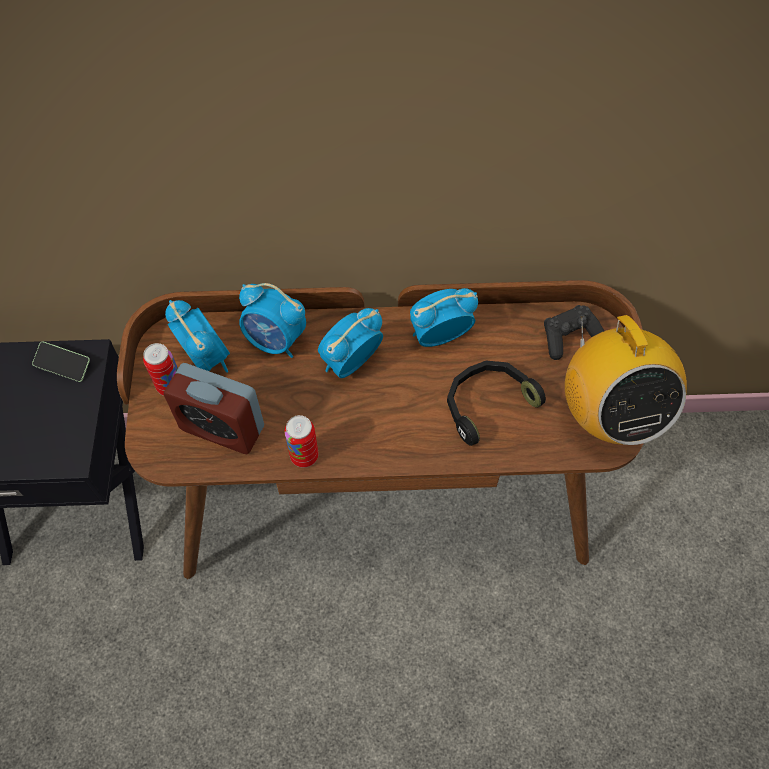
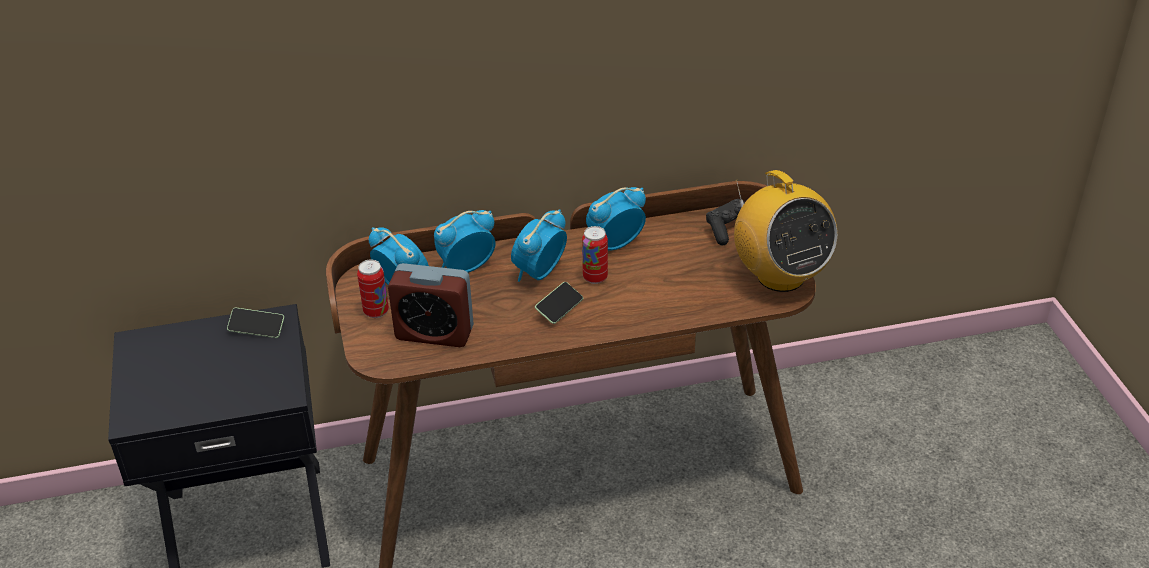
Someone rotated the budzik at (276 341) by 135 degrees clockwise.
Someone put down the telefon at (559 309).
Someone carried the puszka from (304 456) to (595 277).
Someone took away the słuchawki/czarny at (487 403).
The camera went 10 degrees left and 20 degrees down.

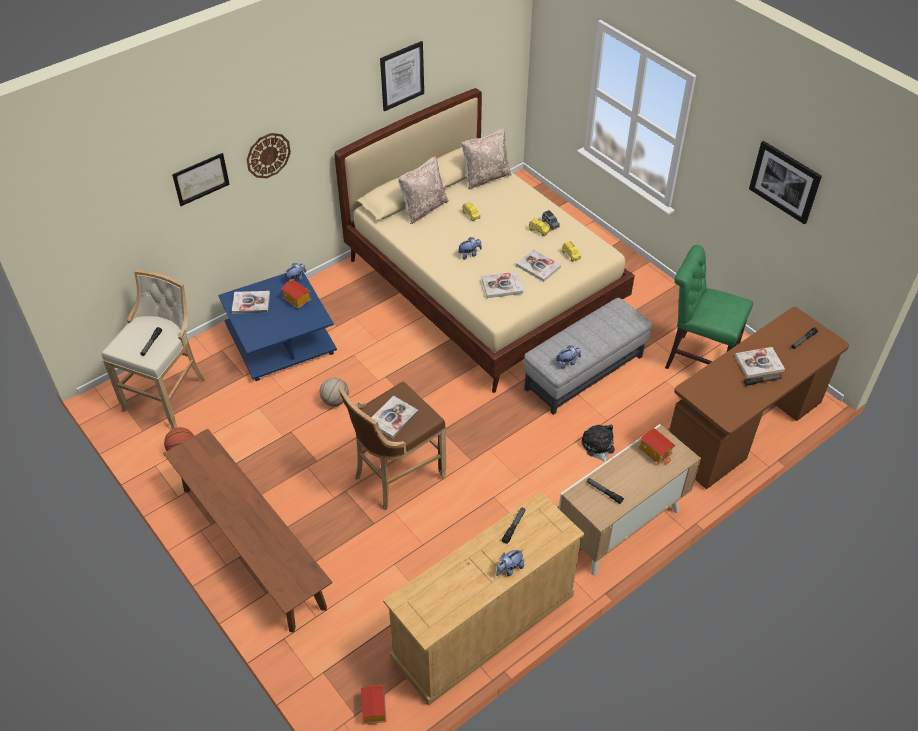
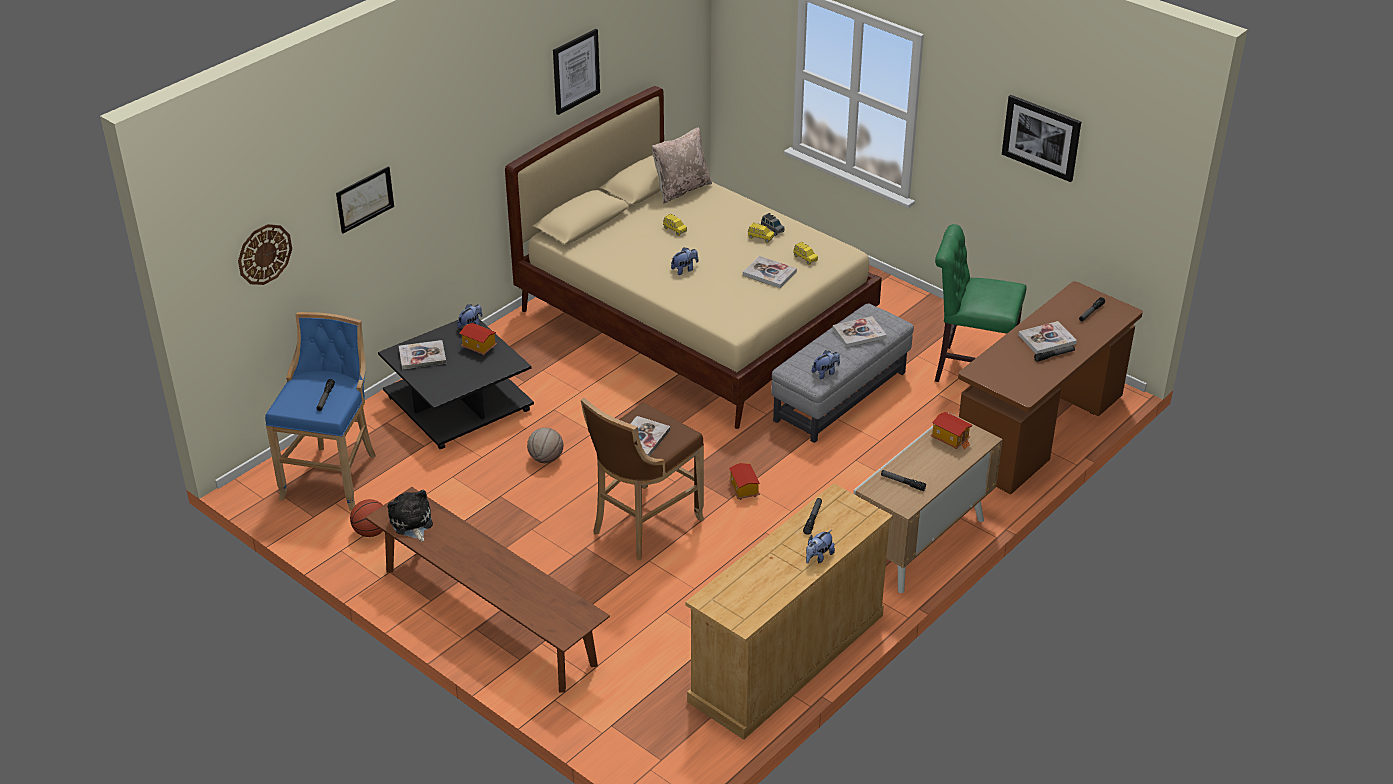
Someone carried the zegar ścienny from (268 155) to (264 254).
Someone repainted the stołek/beżowy at (168 394), which became the stołek/niebieski at (334 475).
Someone repainted the ława/niebieski at (281 339), which became the ława/czarny at (459 403).
Someone carried the pluszak from (598 447) to (411 523).
Someone carried the domek from (373 709) to (743 490).
Someone carried the książka from (502 286) to (859 333).
Someone took away the poduszka/beżowy at (423 208).
The camera went 10 degrees left and 10 degrees down.

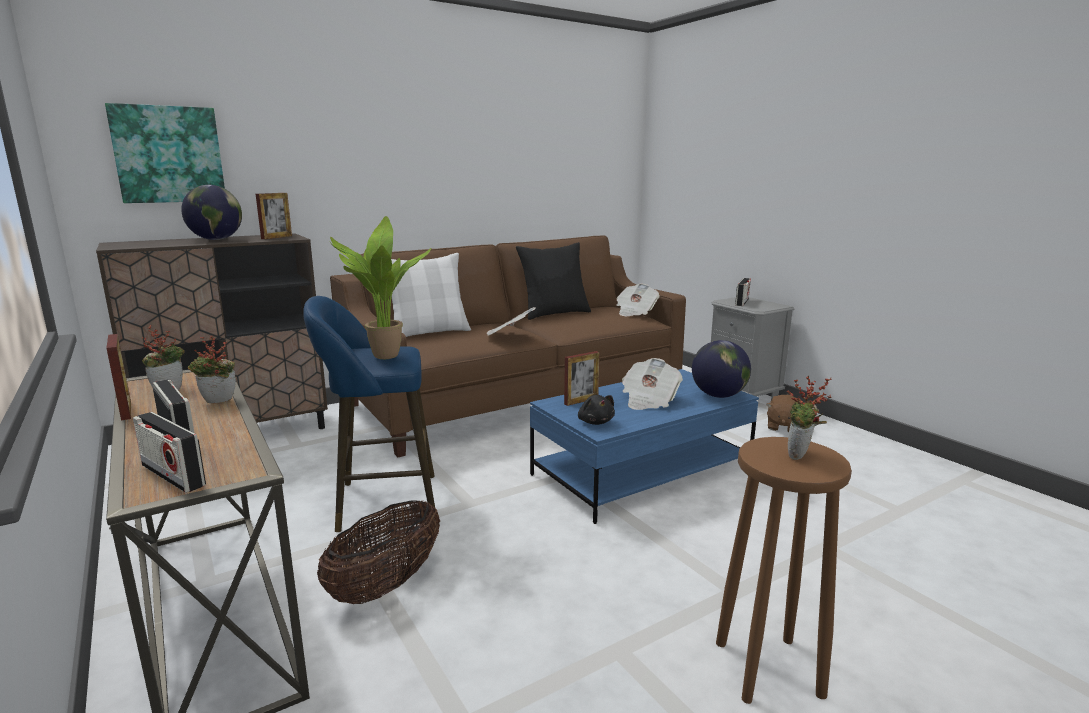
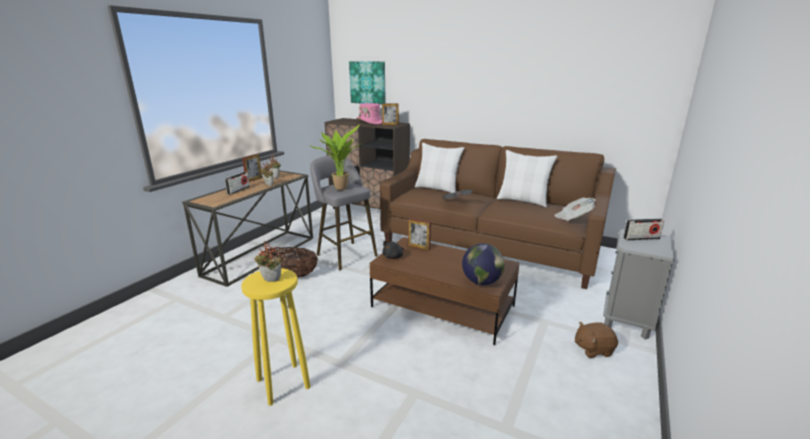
Someone repainted the stołek/brązowy at (766 668), which became the stołek/żółty at (283 383).
Someone repainted the stołek/niebieski at (380 503), which became the stołek/szary at (344 254).
Someone swapped the globus at (216 239) for the kapelusz/różowy at (370 122).
Someone repainted the ława/niebieski at (641 471), which became the ława/brązowy at (443 306).
Someone repainted the poduszka/czarny at (554 313), which became the poduszka/biały at (523 201).
Someone took away the radio at (173 475).
Someone took away the gazeta at (649 400).
The camera went 60 degrees right and 5 degrees up.

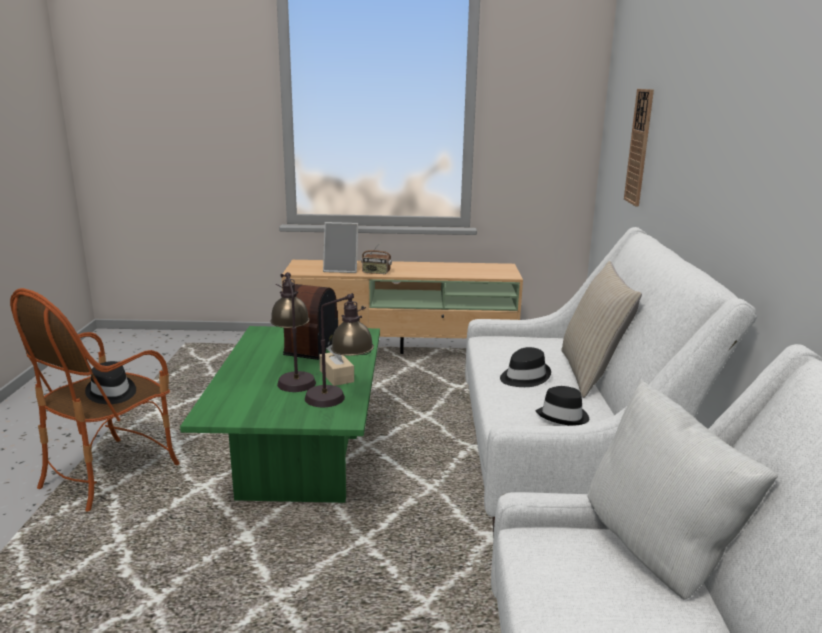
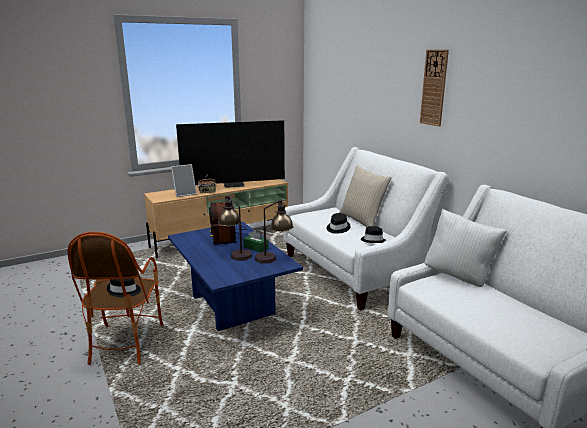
Someone repainted the ława/zielony at (301 466), which became the ława/niebieski at (232 305).
Someone put down the telewizor at (234 185).
Someone repainted the pudełko chusteczek/beżowy at (336 376), which became the pudełko chusteczek/zielony at (255 248).
Someone carried the zegar ścienny from (639 147) to (434 88).
The camera went 30 degrees left and 0 degrees up.

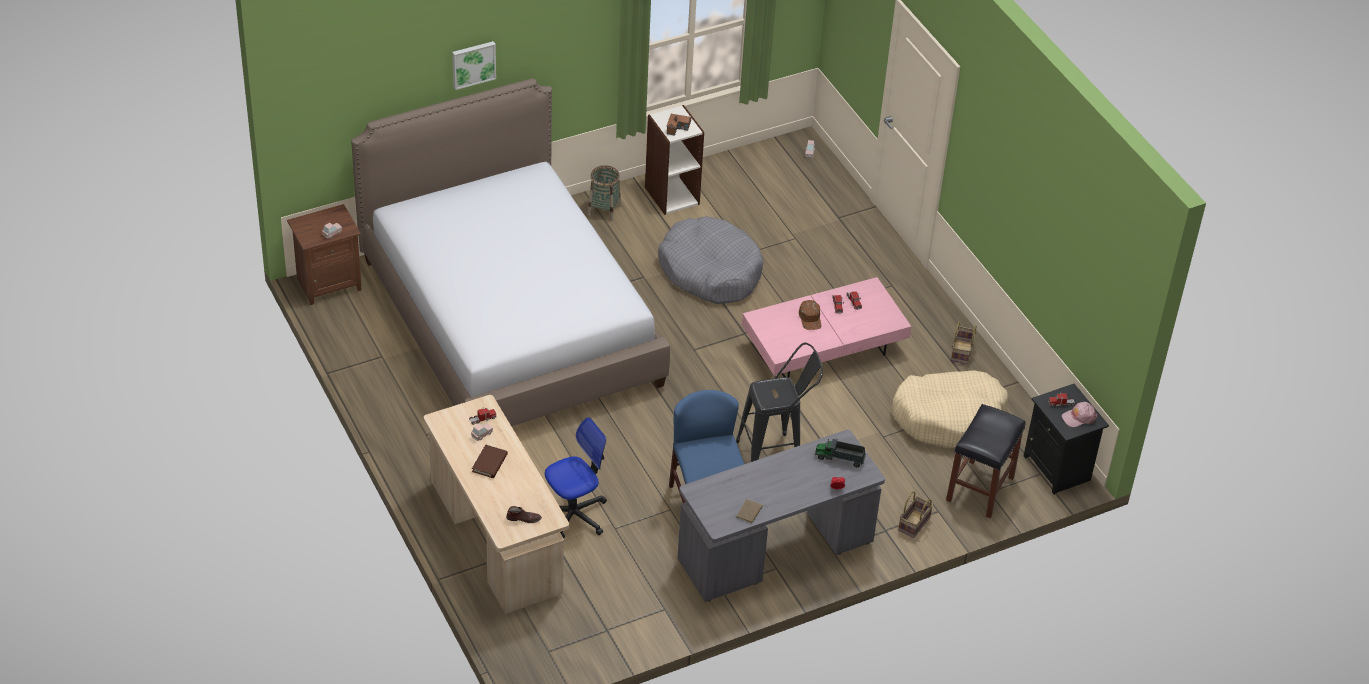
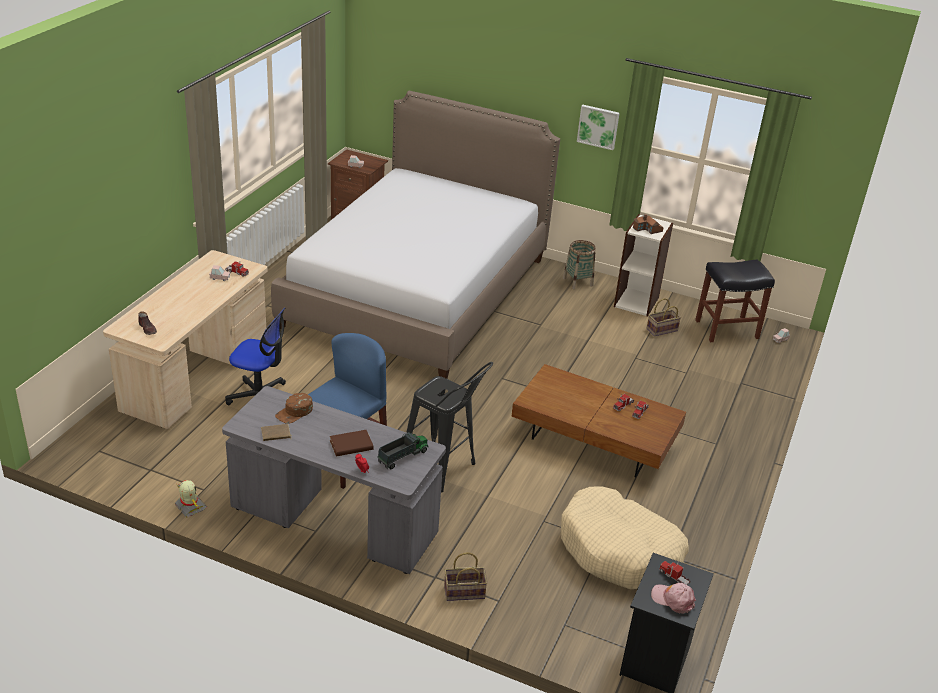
Someone put down the robot zabawkowy at (190 507).
Someone carried the czapka z daszkiem/brązowy from (810 318) to (294 412).
Someone carried the książka/brązowy from (489 463) to (351 445).
Someone rotated the ciężarówka zabawkowa at (840 458) by 75 degrees clockwise.
Someone repainted the ława/różowy at (823 348), which became the ława/brązowy at (594 440).
Someone carried the obraz from (473 64) to (598 126).
Someone carried the koszyk from (962 352) to (661 330).
Someone carried the stołek/czarny from (980 488) to (727 329).
Someone took away the legowisko/szary at (710 271).
The camera went 50 degrees right and 10 degrees down.

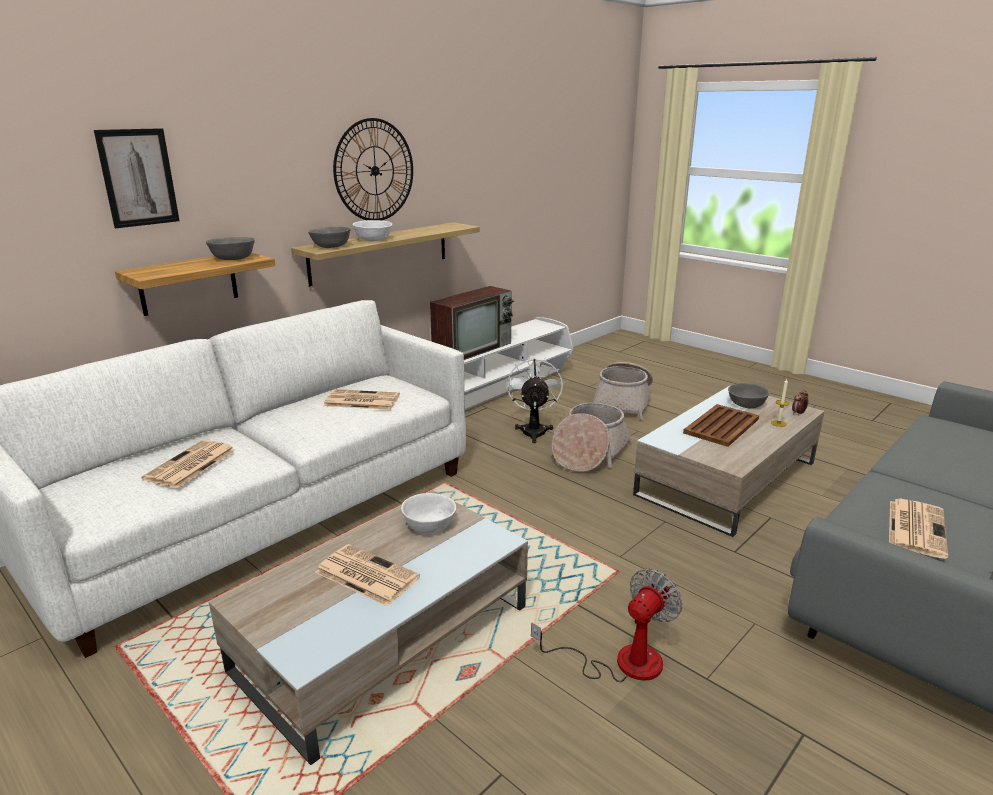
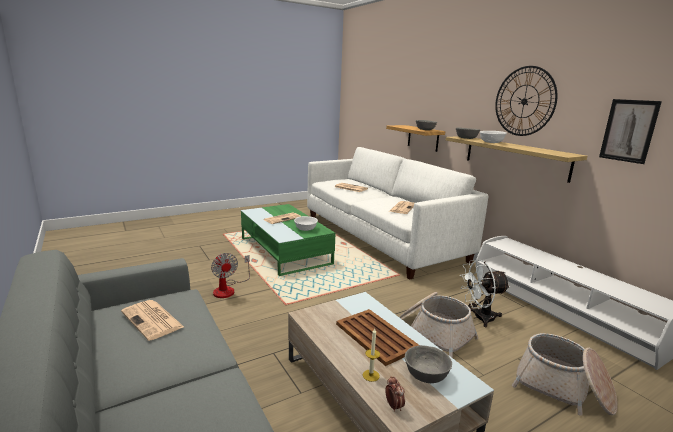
Someone repainted the ława/beżowy at (384 638), which became the ława/zielony at (285 251).
Someone rotated the wentylator/biały at (533 430) by 150 degrees clockwise.
Someone carried the obraz from (138 178) to (628 130).
Someone took away the telewizor at (473 349).
The camera went 105 degrees right and 5 degrees down.

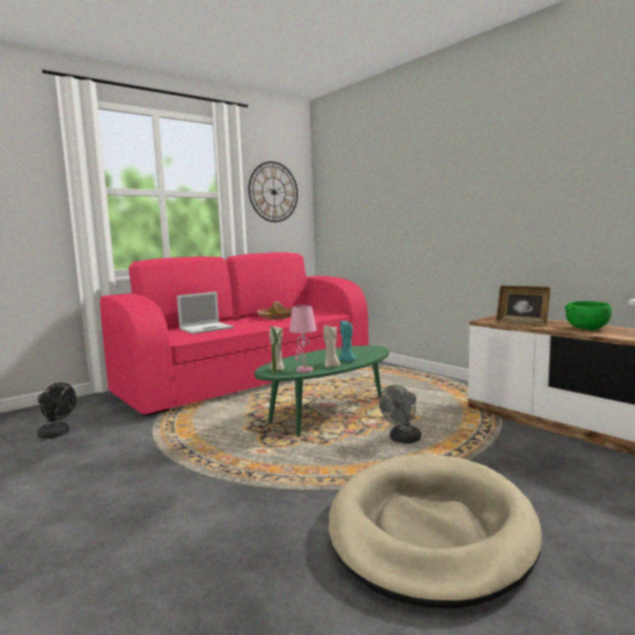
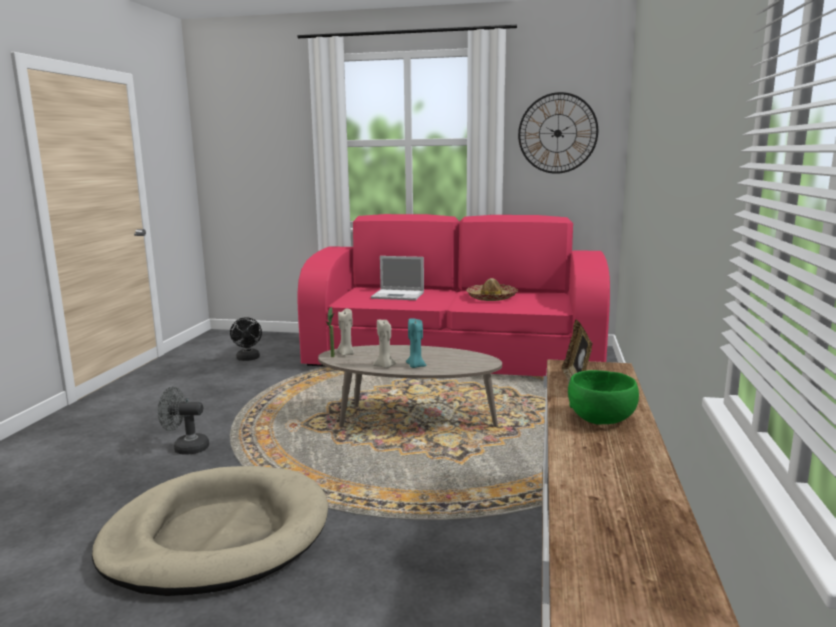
Someone carried the wentylator/szary from (402 440) to (185 448).
Someone repainted the ława/zielony at (328 415), which became the ława/beżowy at (409 421).
Someone took away the lampa stołowa/różowy at (303 370).
The camera went 50 degrees right and 5 degrees up.

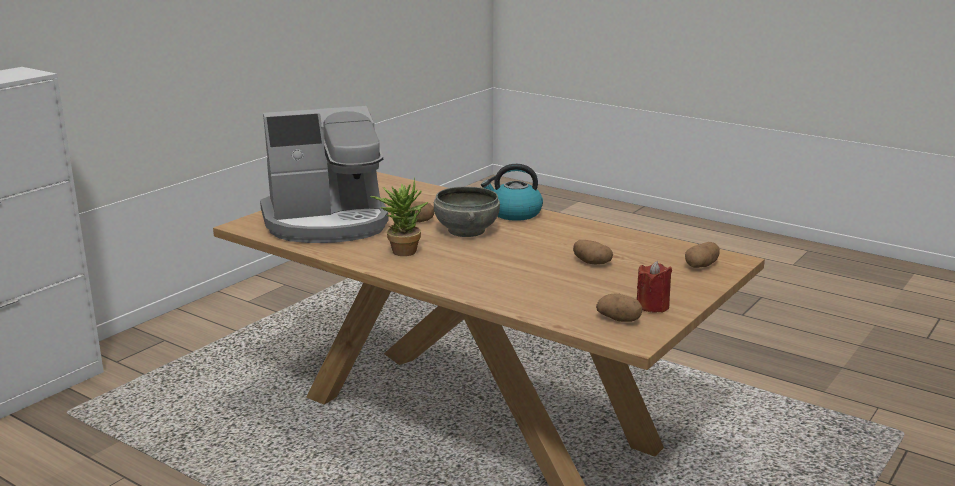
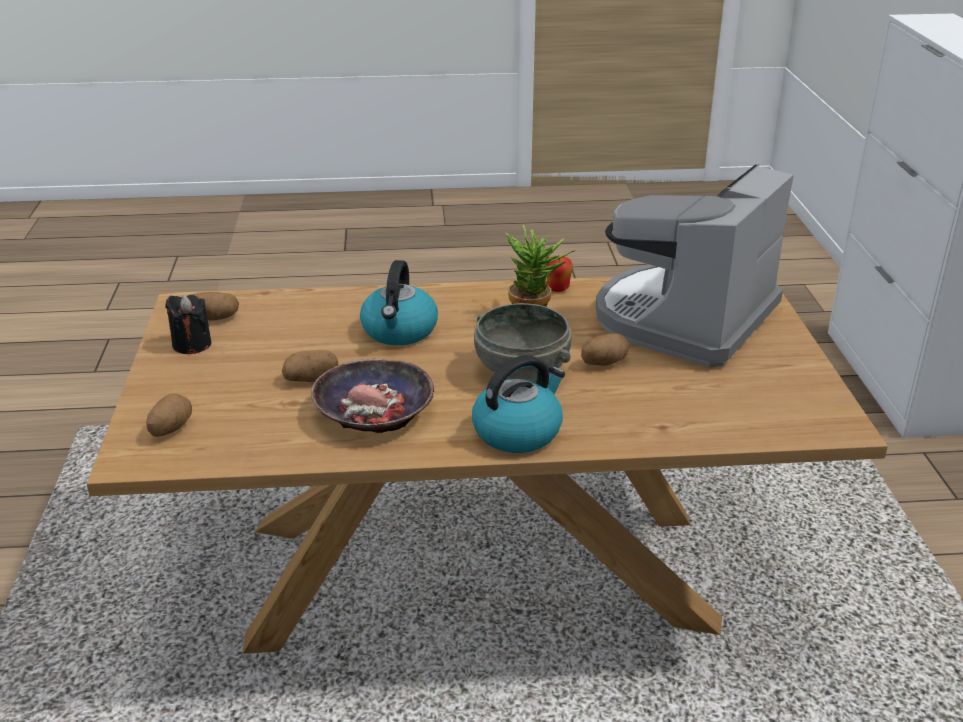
Someone repainted the świeca/czerwony at (652 306), which became the świeca/czarny at (192 344).
Someone put down the miska at (374 412).
Someone put down the czajnik at (399 331).
Someone put down the jabłko at (557 289).
The camera went 140 degrees right and 10 degrees up.

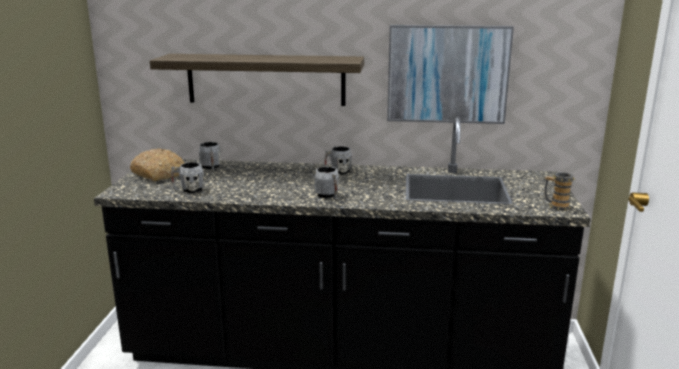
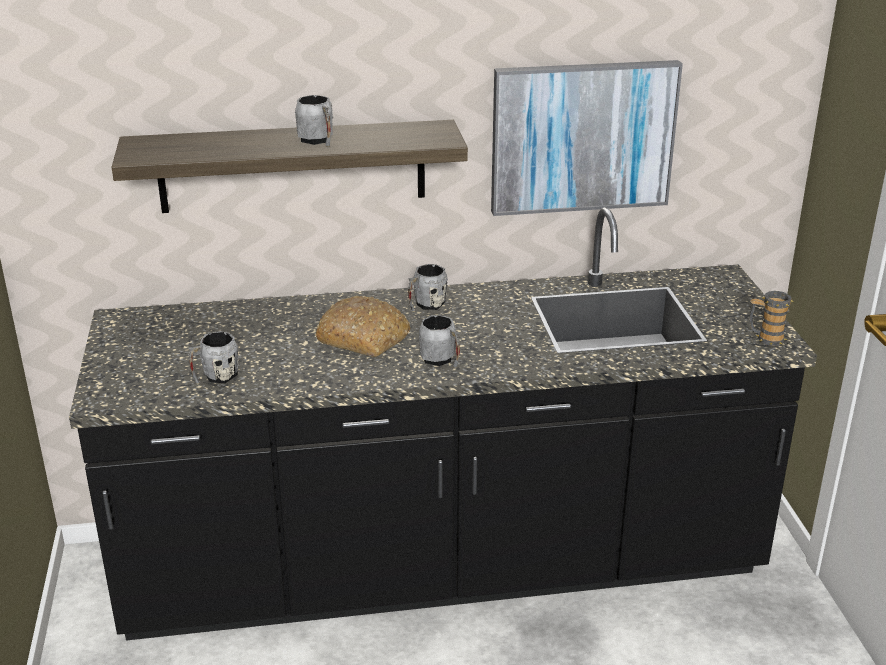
Someone carried the kubek/szary from (211 167) to (318 141).
Someone carried the chleb from (160 174) to (364 338).
The camera went 15 degrees left and 10 degrees up.

